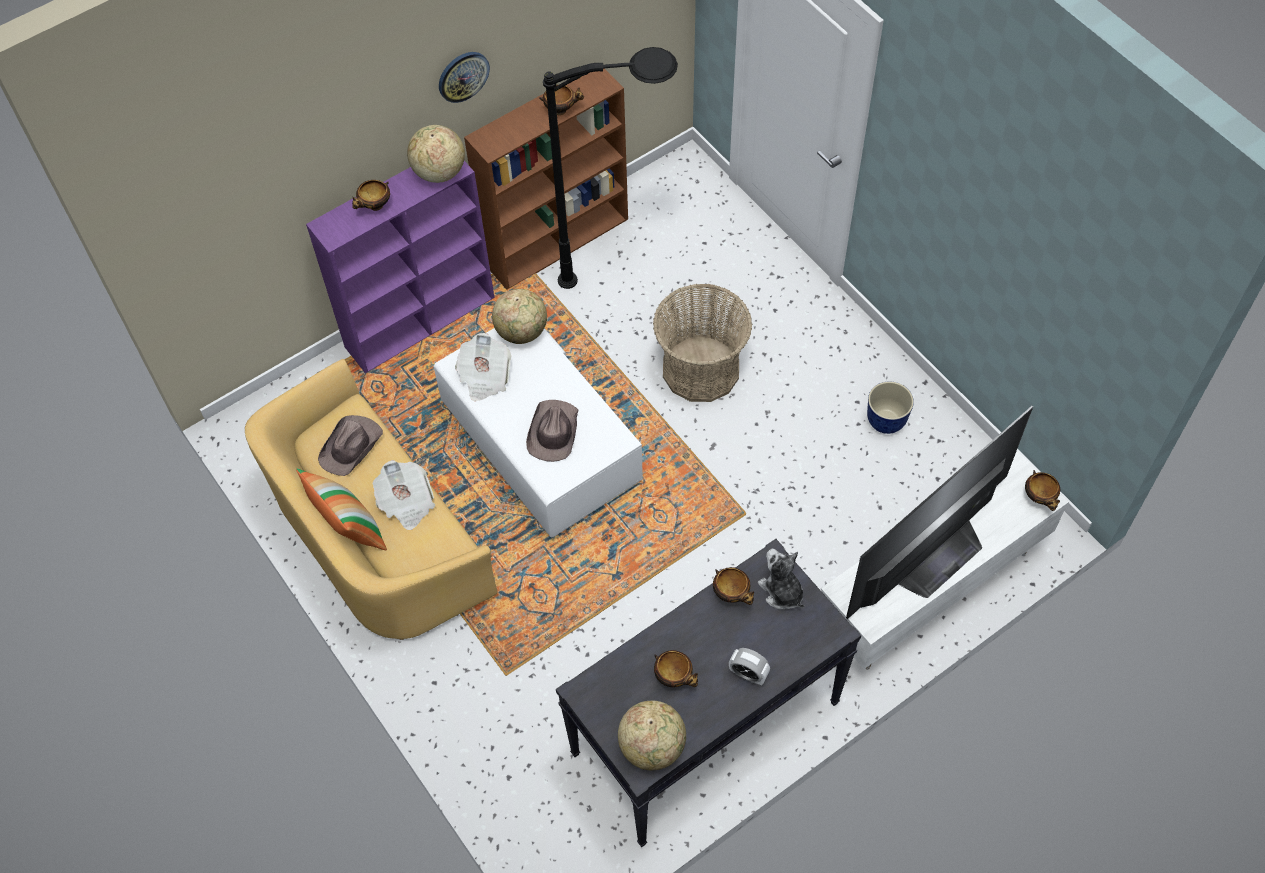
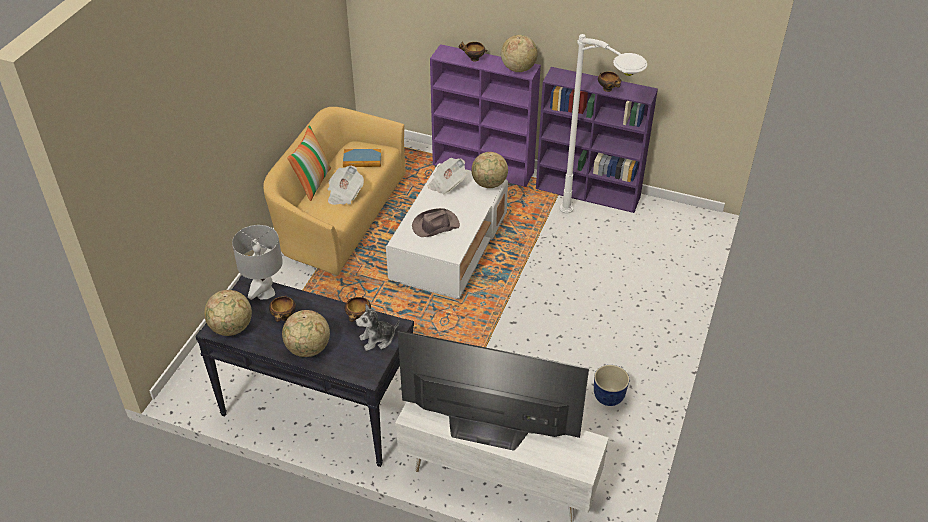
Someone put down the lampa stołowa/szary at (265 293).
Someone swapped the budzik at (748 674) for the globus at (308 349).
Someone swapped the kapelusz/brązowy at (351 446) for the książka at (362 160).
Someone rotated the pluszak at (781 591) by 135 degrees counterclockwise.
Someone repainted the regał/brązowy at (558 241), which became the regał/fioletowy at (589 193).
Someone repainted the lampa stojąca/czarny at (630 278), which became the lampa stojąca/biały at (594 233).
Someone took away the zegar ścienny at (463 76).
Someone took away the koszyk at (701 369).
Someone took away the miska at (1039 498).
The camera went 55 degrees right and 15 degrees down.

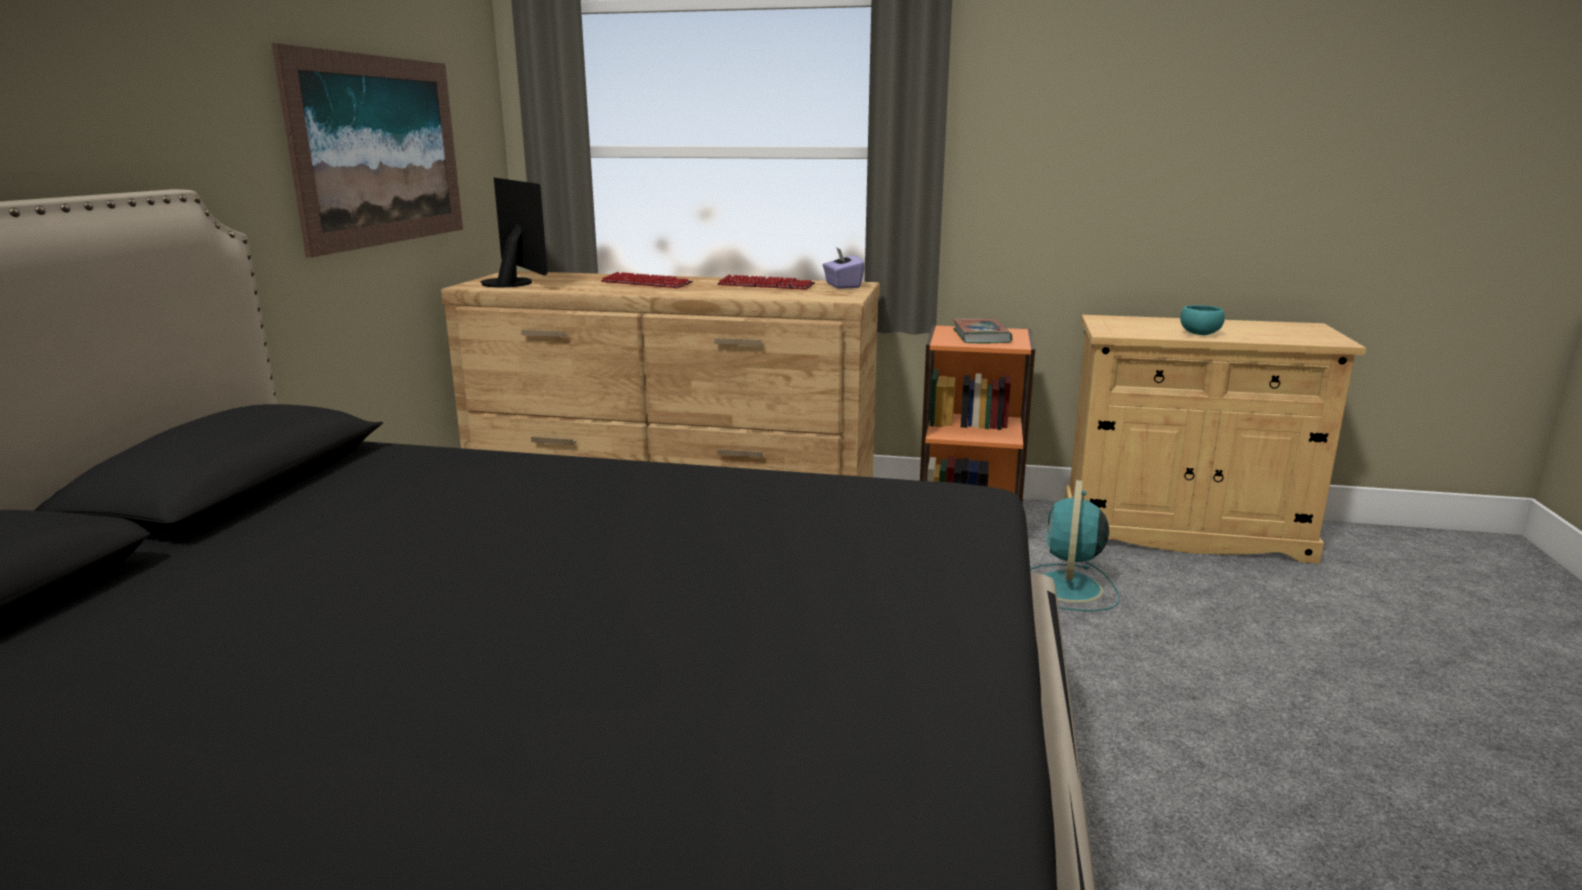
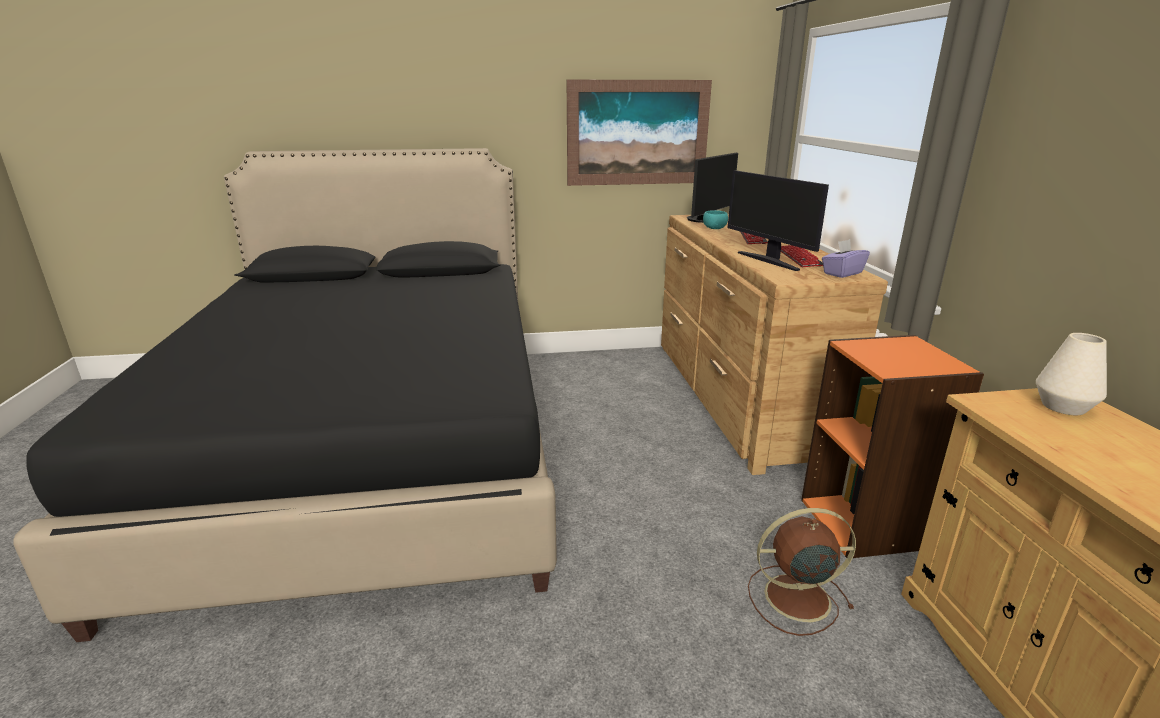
Someone carried the miska/turkusowy from (1199 334) to (714 228).
Someone put down the monitor at (769 261).
Someone repainted the wentylator/turkusowy at (1068 589), which became the wentylator/brązowy at (794 597).
Someone put down the wazon/biały at (1063 407).
Someone took away the książka at (981 336).
The camera went 70 degrees right and 5 degrees up.

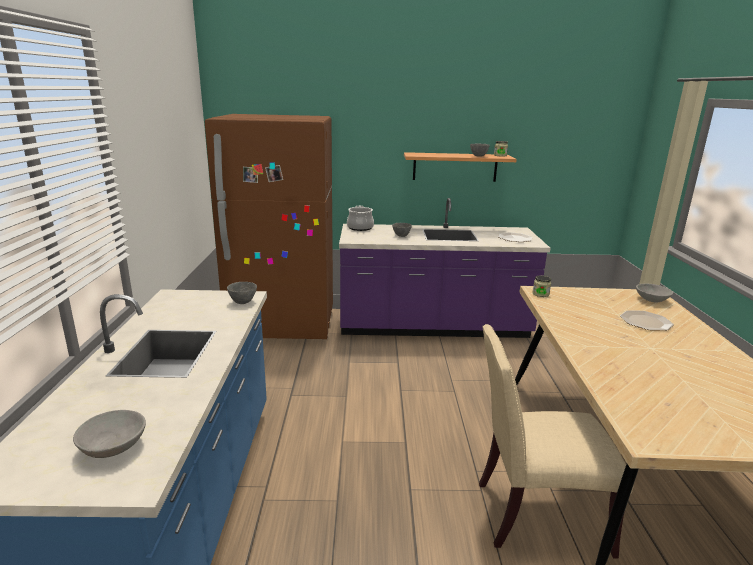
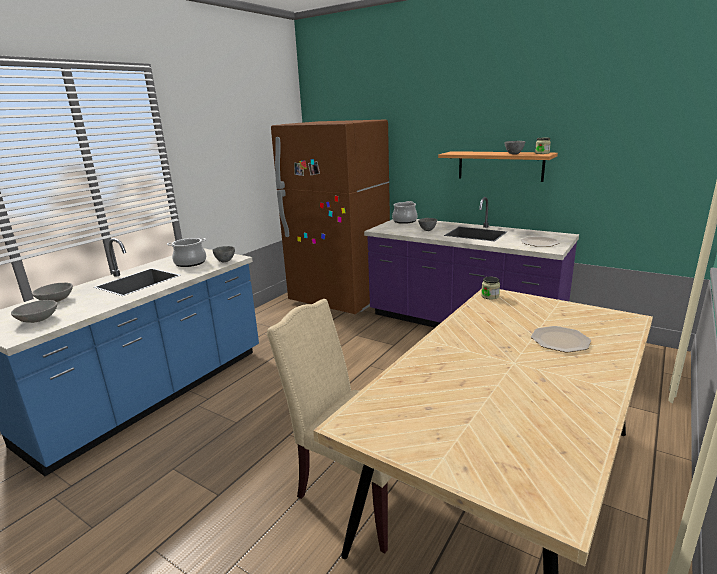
Someone carried the miska/szary from (652 300) to (56 300).
Someone put down the garnek at (190 263).
The camera went 35 degrees right and 0 degrees up.

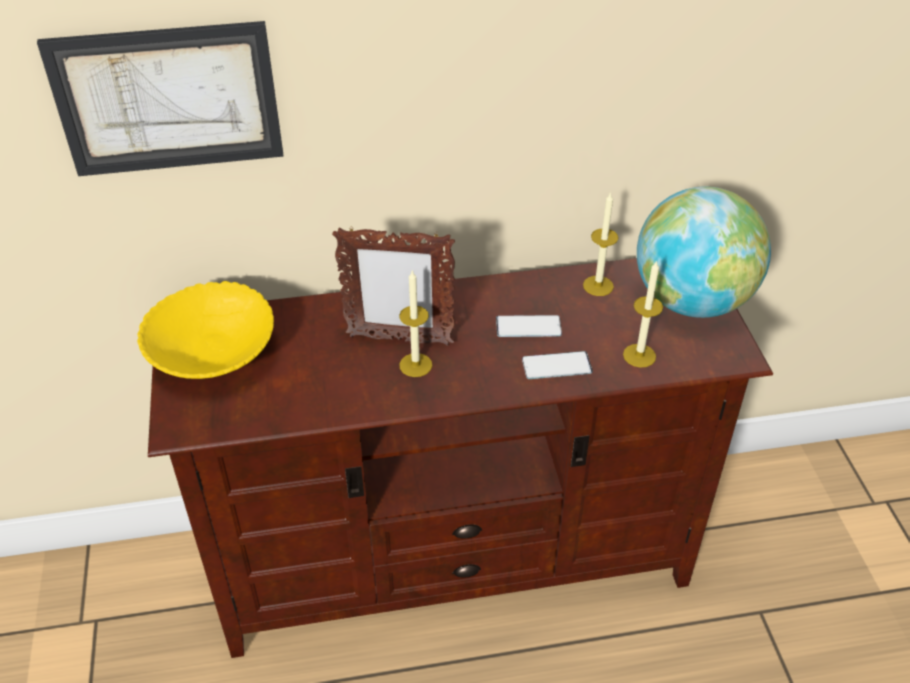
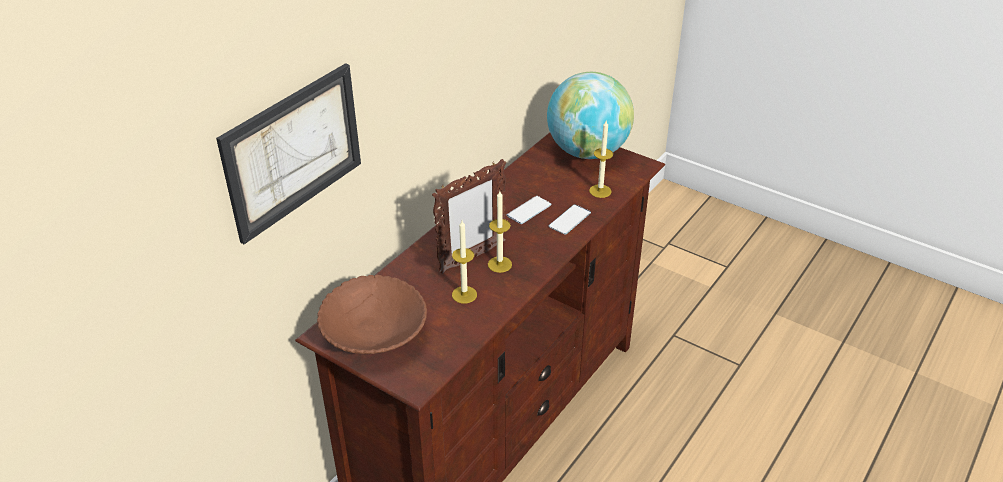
Someone repainted the miska/żółty at (213 355), which became the miska/brązowy at (374 335).
Someone carried the świeca from (598 286) to (464 294).
The camera went 45 degrees left and 5 degrees down.

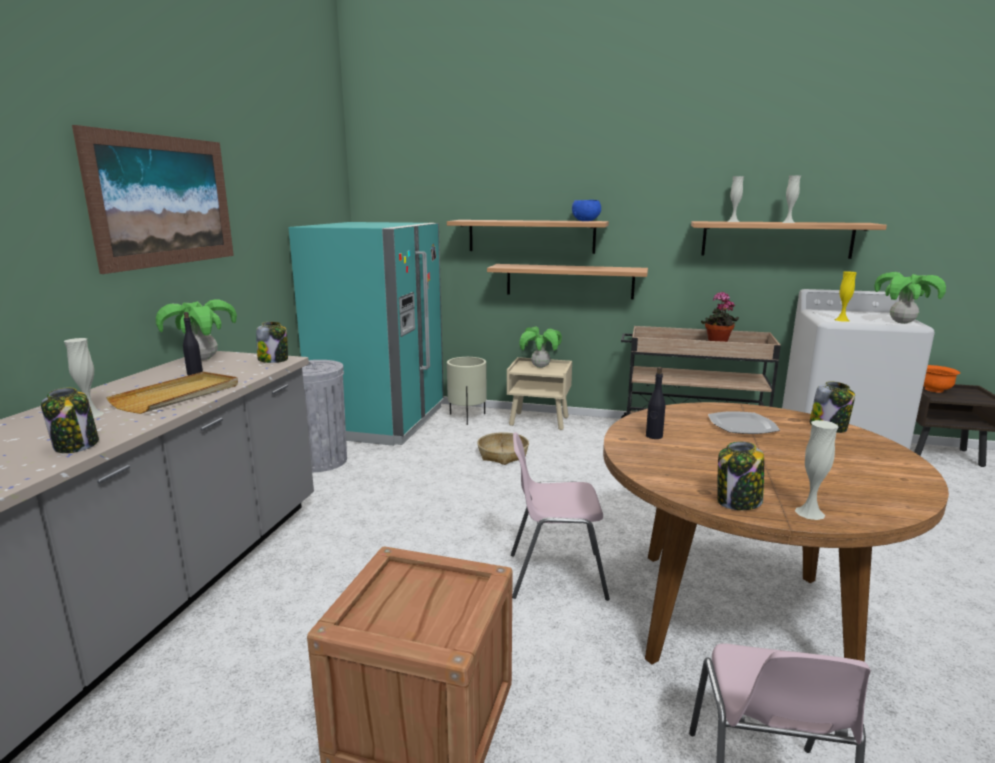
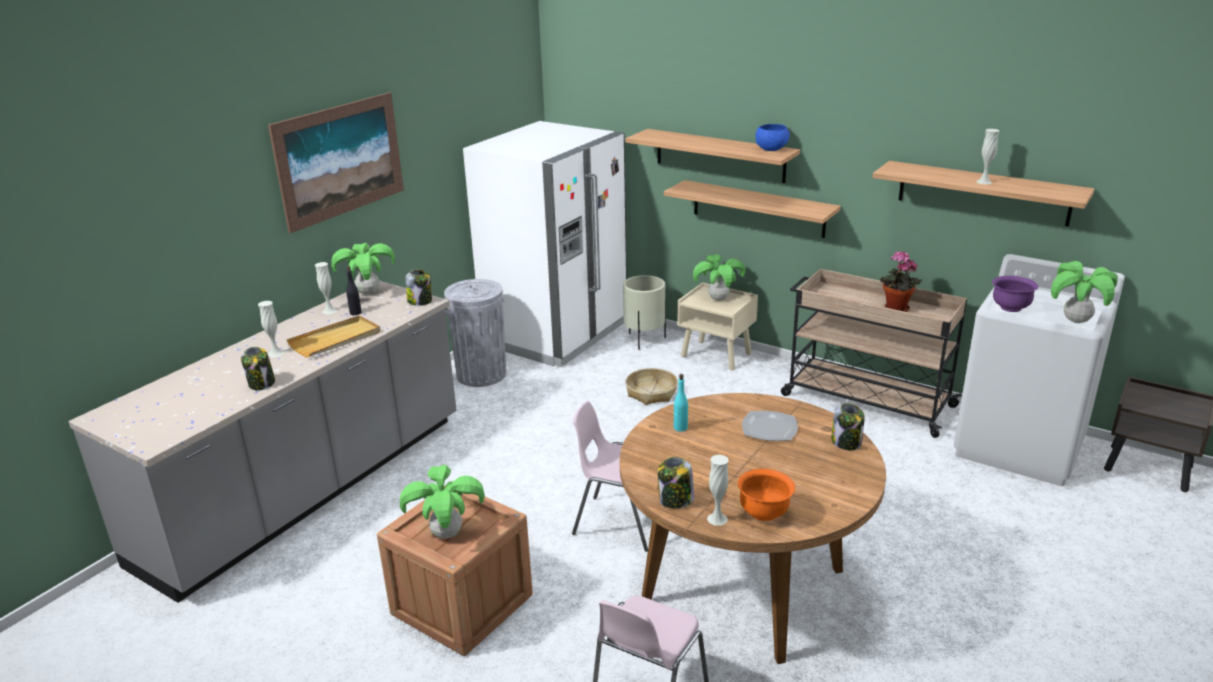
Someone carried the wazon/biały from (733 221) to (329 311).
Someone put down the roślina doniczkowa at (447 534).
Someone repainted the lodówka/turkusowy at (381 422), which became the lodówka/biały at (556 334).
Someone repainted the butelka/czarny at (654 436), which became the butelka/turkusowy at (680 428).
Someone carried the miska/pomarańczowy from (934 390) to (764 513).
Someone swapped the wazon/żółty at (842 320) for the miska/fioletowy at (1010 307).
The camera went 20 degrees right and 10 degrees up.

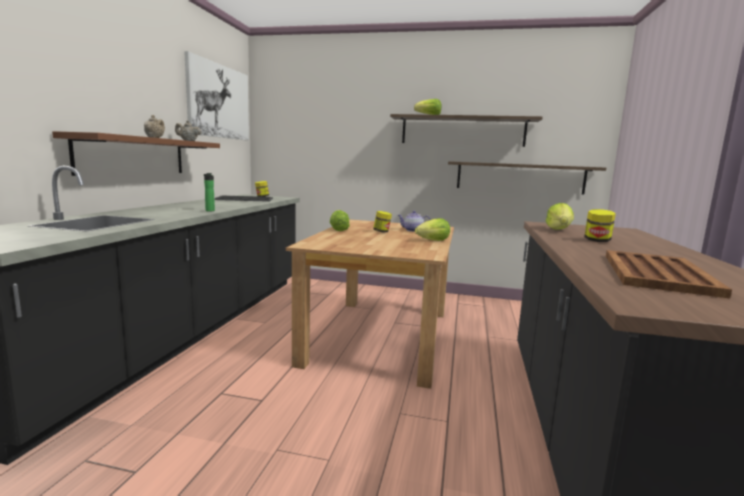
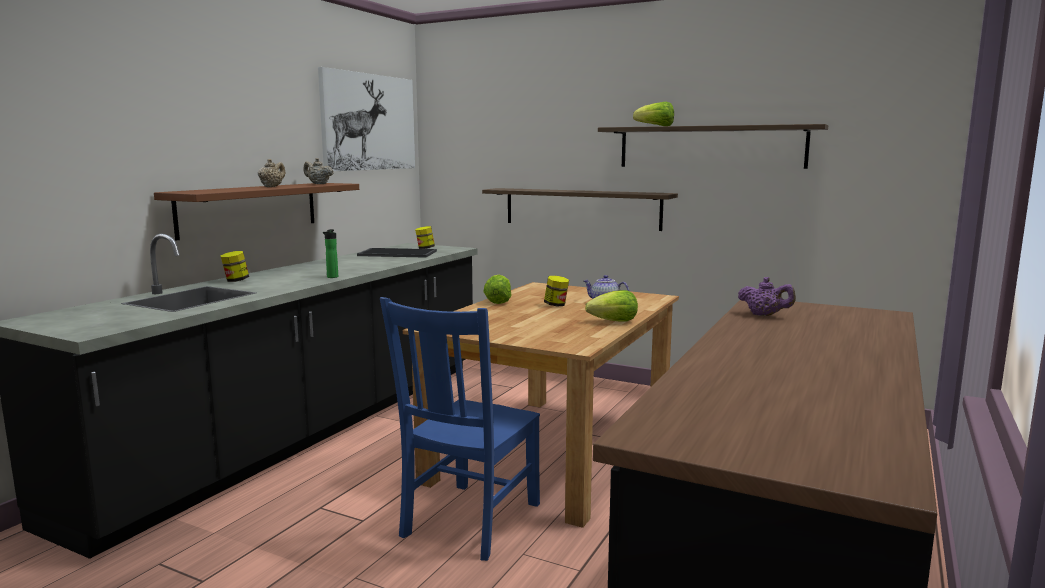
Someone carried the słoik from (597 241) to (236 280).
Someone put down the krzesło/niebieski at (469 522).
Someone carried the półka from (520 177) to (581 208).
Someone swapped the sałata at (559 230) for the imbryk/fioletowy at (764 315).
Someone took away the taca/brązowy at (656 274).
The camera went 15 degrees right and 0 degrees up.

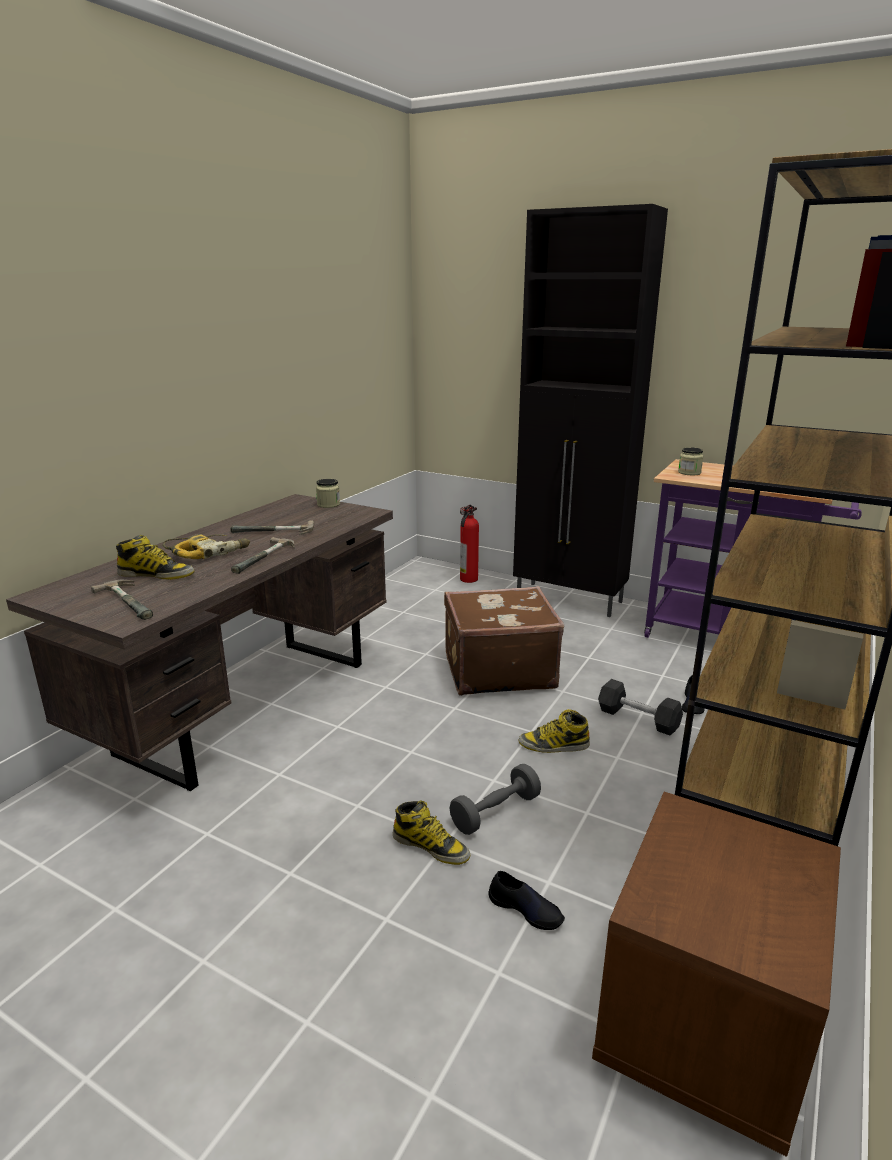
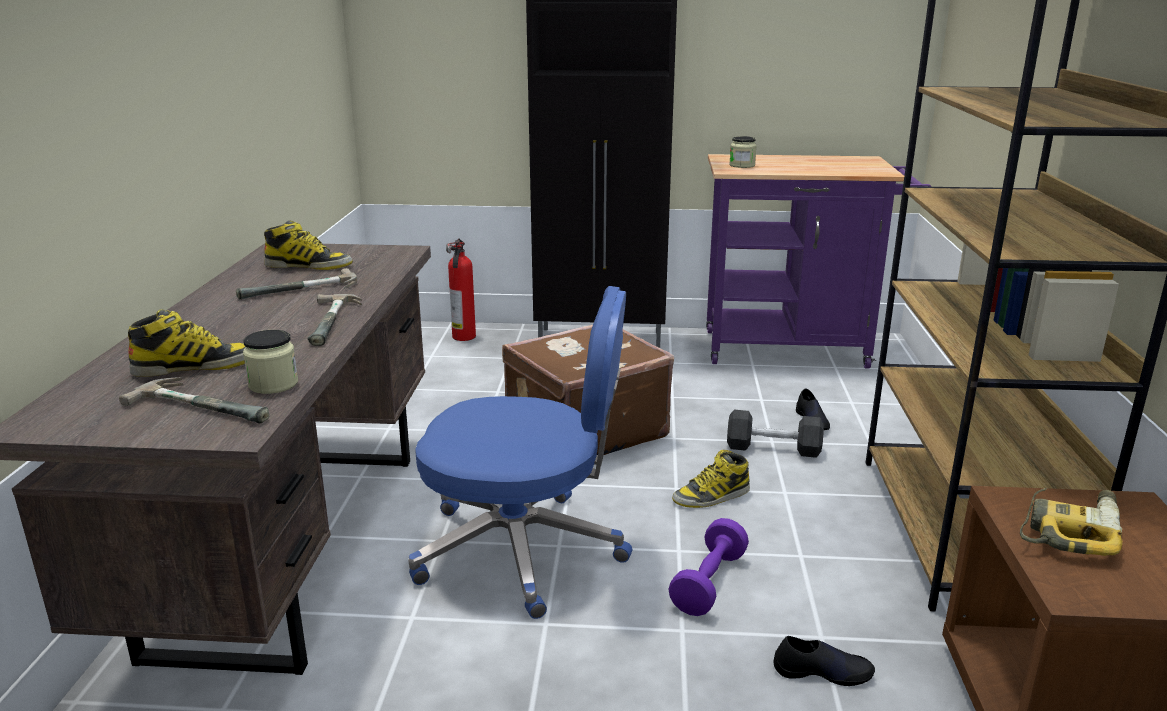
Someone carried the słoik from (328 504) to (273 384).
Someone carried the but z cholewką from (431 846) to (309 266).
Someone put down the krzesło biurowe/niebieski at (524 550).
Someone repainted the hantel/szary at (495 812), which became the hantel/fioletowy at (708 583).
Someone carried the wiertarka from (208 552) to (1068 529).
The camera went 25 degrees left and 0 degrees up.

